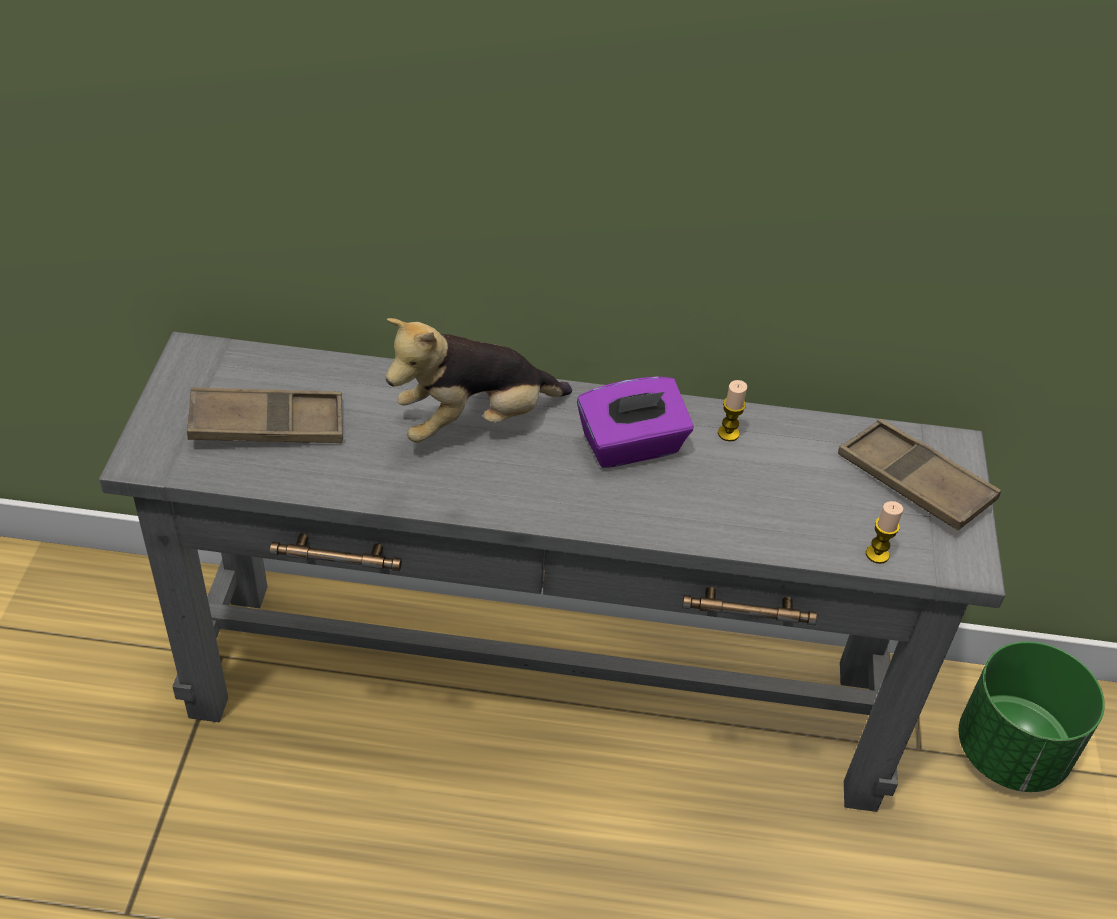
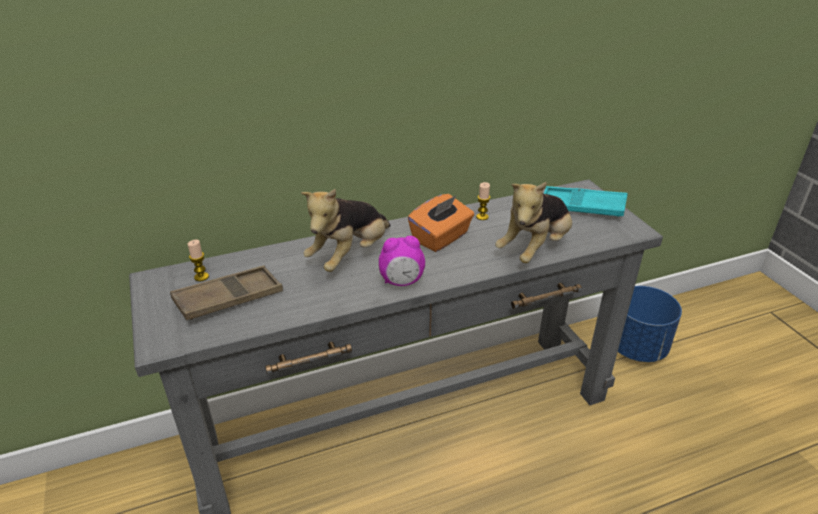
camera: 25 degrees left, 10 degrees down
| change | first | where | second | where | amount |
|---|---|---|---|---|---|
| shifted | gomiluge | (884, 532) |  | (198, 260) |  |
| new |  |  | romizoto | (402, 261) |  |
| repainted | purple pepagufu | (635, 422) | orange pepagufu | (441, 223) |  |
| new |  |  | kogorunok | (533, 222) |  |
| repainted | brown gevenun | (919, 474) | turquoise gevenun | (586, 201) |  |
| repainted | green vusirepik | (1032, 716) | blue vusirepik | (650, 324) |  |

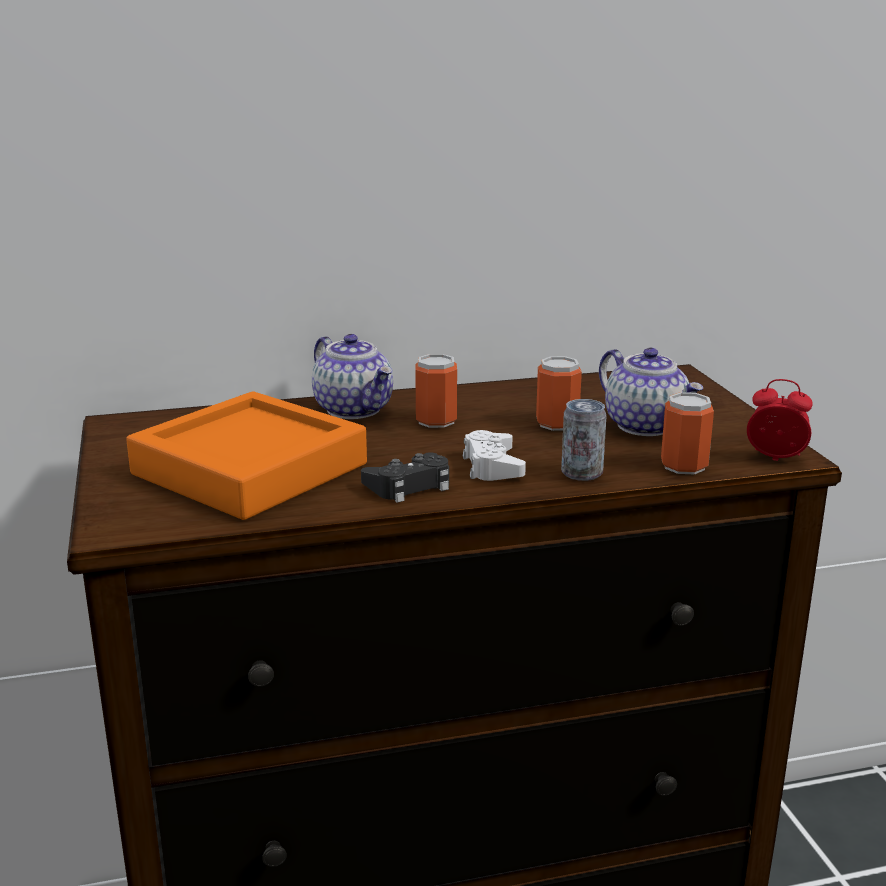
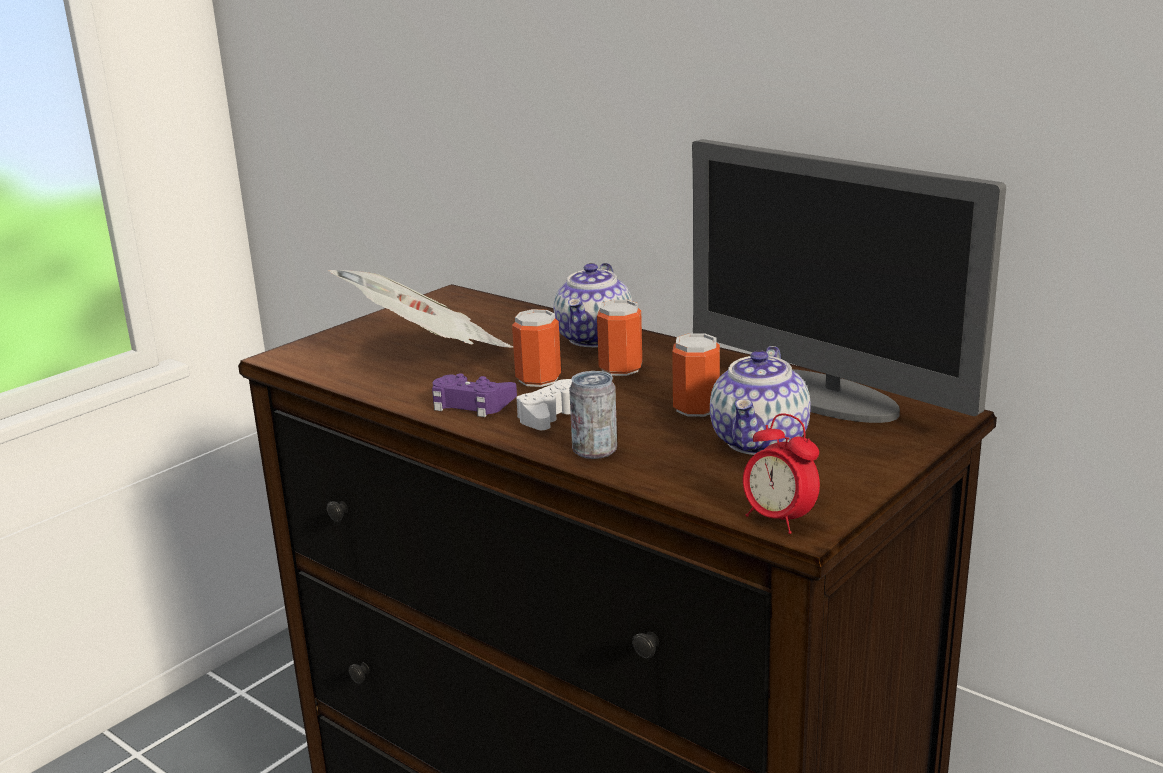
camera: 55 degrees right, 0 degrees up
| change | first | where | second | where | amount |
|---|---|---|---|---|---|
| swapped | orange gevenun | (246, 456) | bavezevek | (420, 309) |  |
| repainted | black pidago | (405, 477) | purple pidago | (474, 395) |  |
| shifted | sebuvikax | (687, 433) |  | (536, 348) |  |
| new |  |  | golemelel | (849, 281) |  |
| rotated | romizoto | (780, 420) |  | (781, 474) | 150 degrees clockwise |

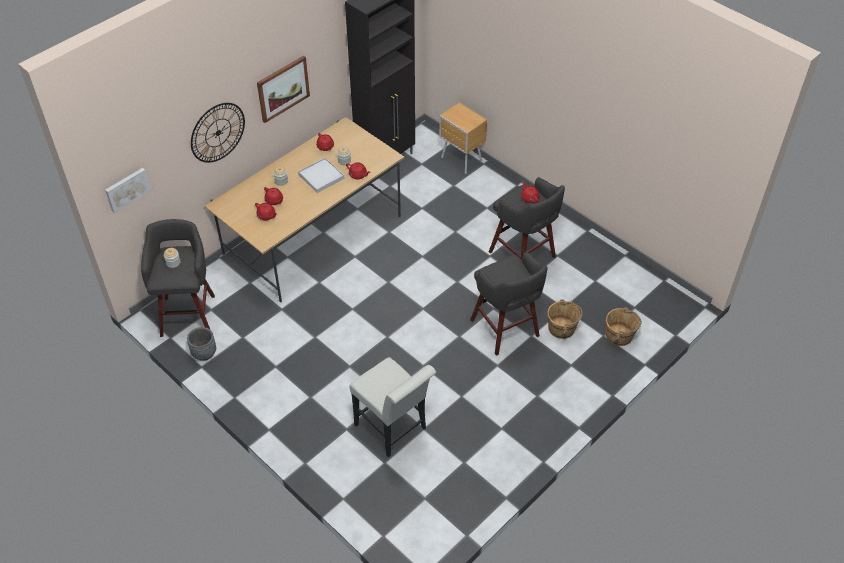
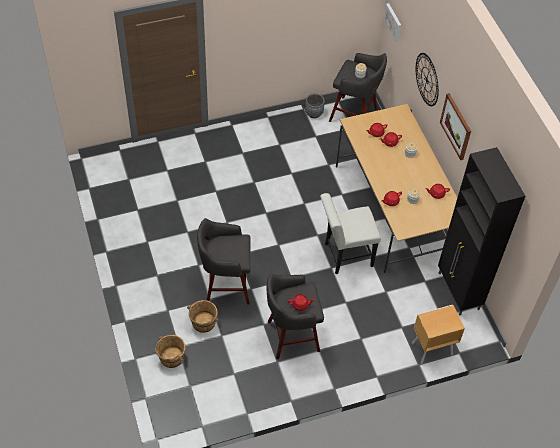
camera: 115 degrees right, 5 degrees up
| change | first | where | second | where | amount |
|---|---|---|---|---|---|
| shifted | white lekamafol | (393, 407) |  | (350, 233) |  |
| gone | white gevenun | (321, 175) |  |  |  |

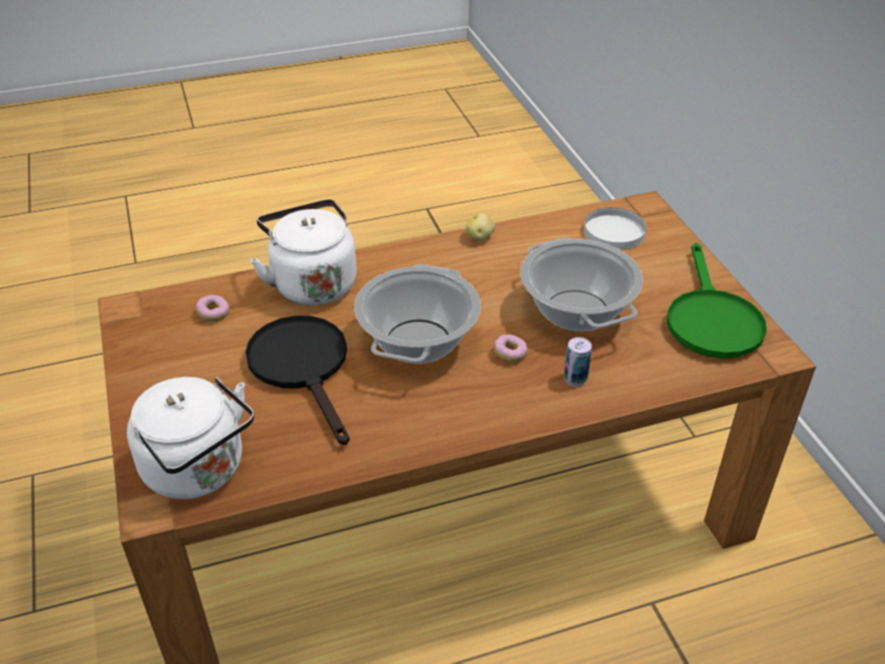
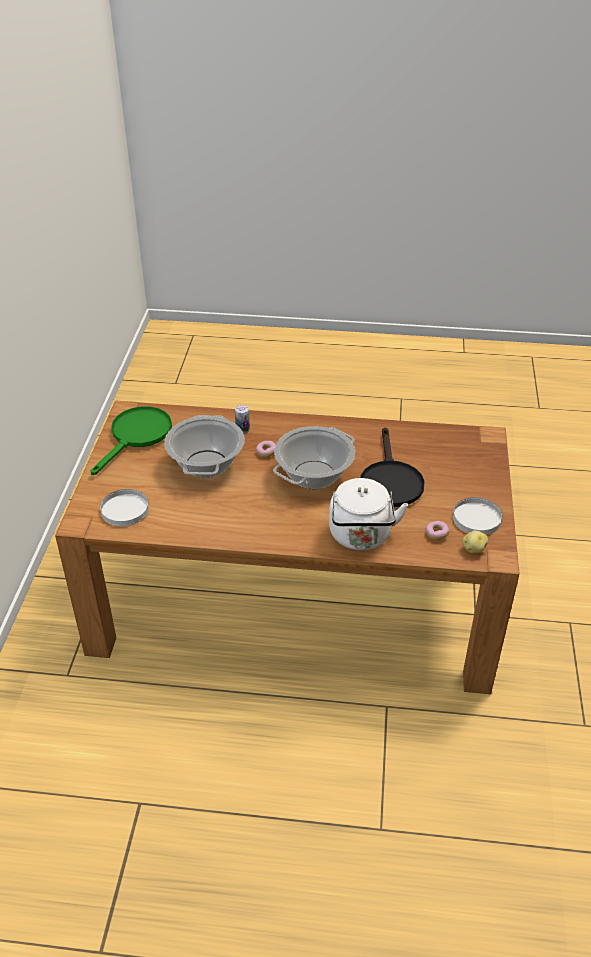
camera: 155 degrees left, 0 degrees up
| change | first | where | second | where | amount |
|---|---|---|---|---|---|
| new |  |  | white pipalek | (477, 516) |  |
| shifted | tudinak | (481, 227) |  | (475, 542) |  |
| gone | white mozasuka | (190, 438) |  |  |  |

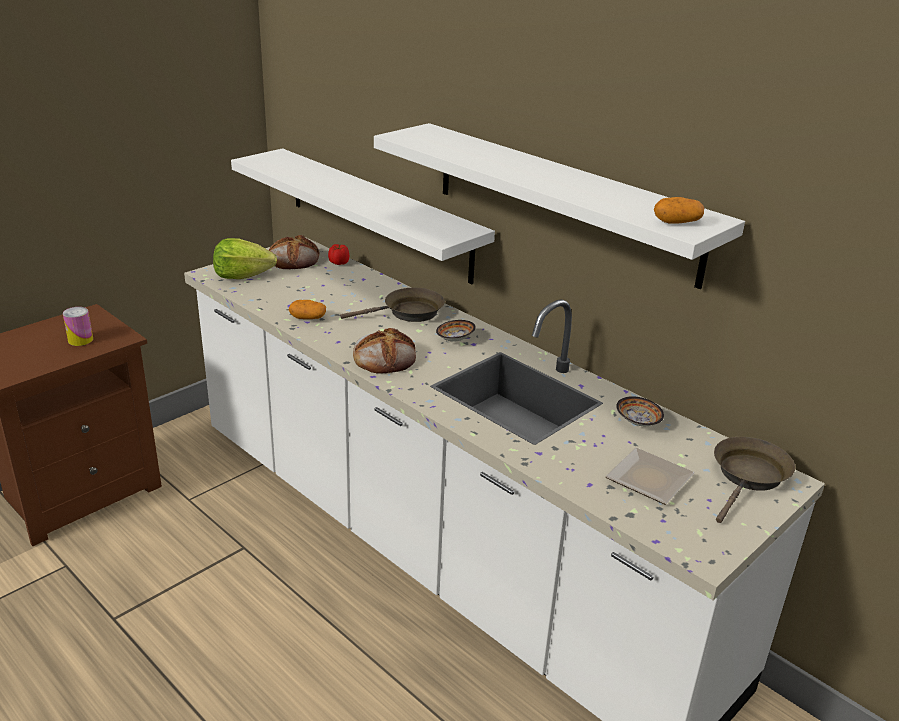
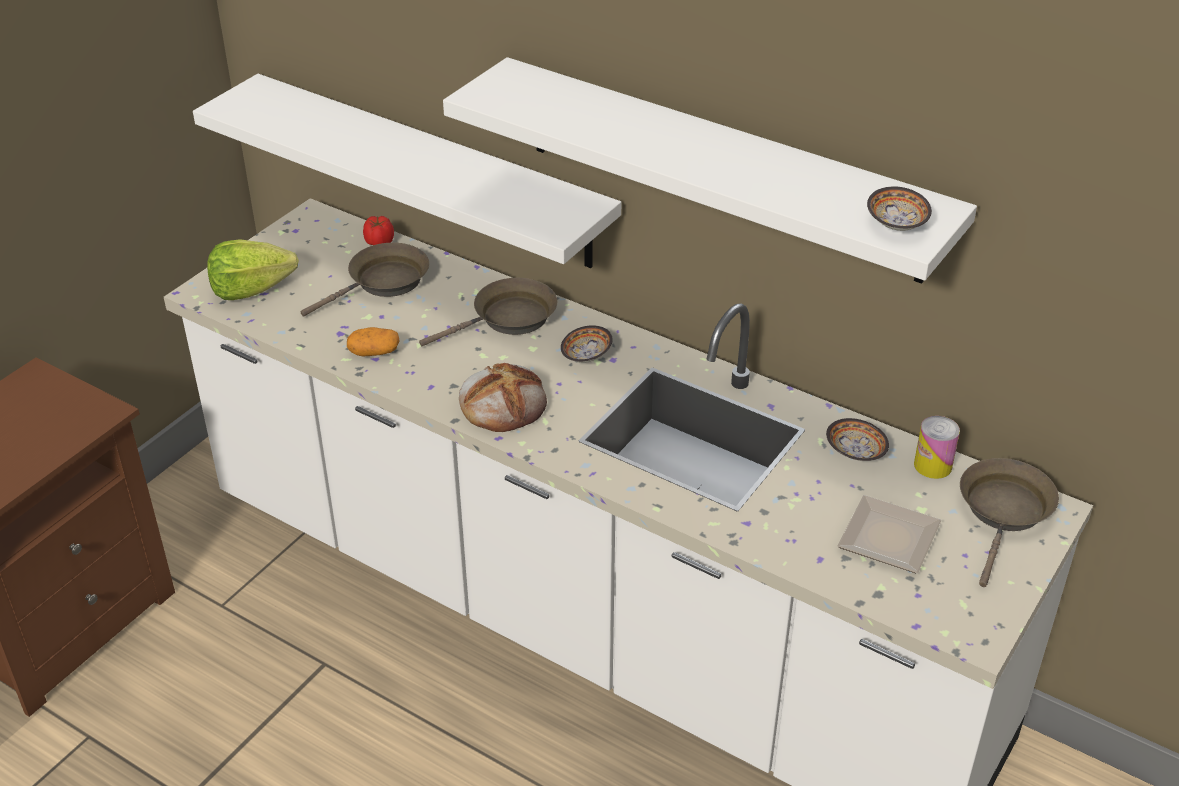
camera: 10 degrees left, 10 degrees up
| change | first | where | second | where | amount |
|---|---|---|---|---|---|
| new |  |  | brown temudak | (365, 279) |  |
| swapped | tudinak | (679, 210) | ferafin | (899, 209) |  |
| shifted | sebuvikax | (78, 326) |  | (937, 447) |  |
| gone | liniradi | (294, 252) |  |  |  |

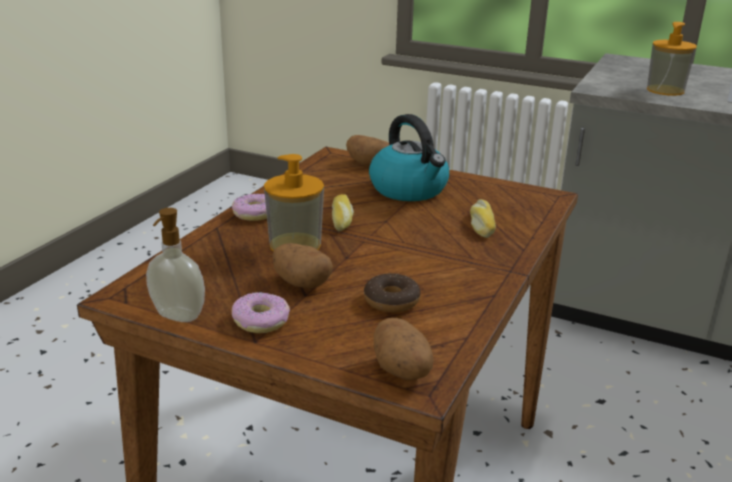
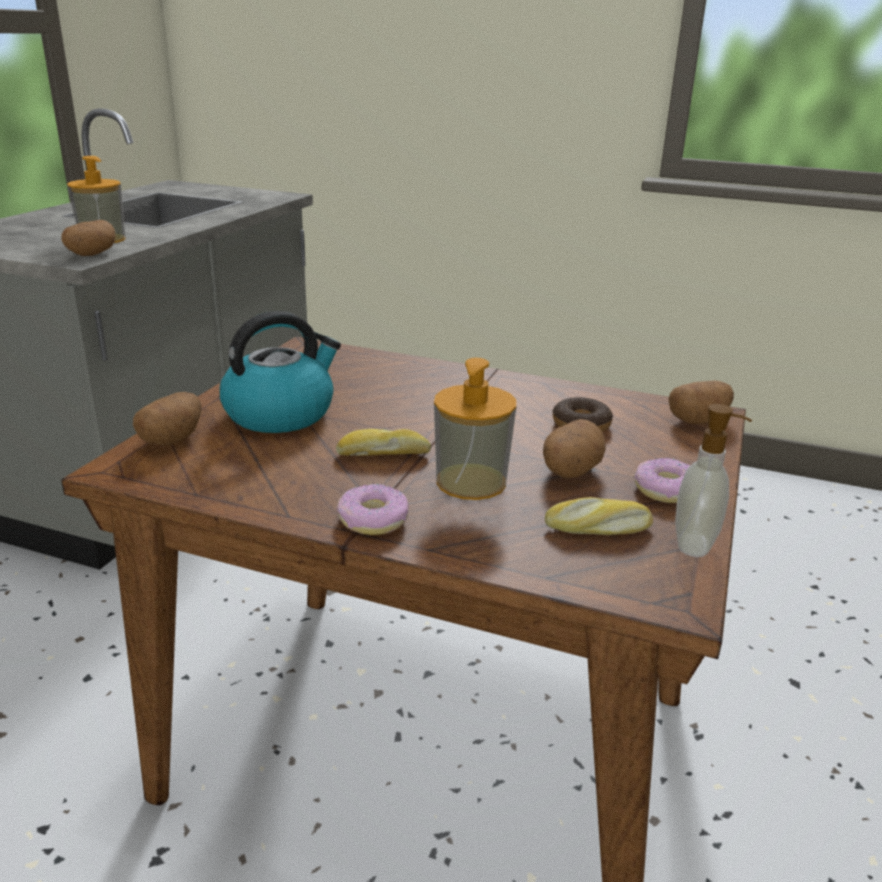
camera: 95 degrees left, 0 degrees up
| change | first | where | second | where | amount |
|---|---|---|---|---|---|
| new |  |  | tudinak | (88, 238) |  |
| shifted | liniradi | (483, 218) |  | (599, 516) |  |

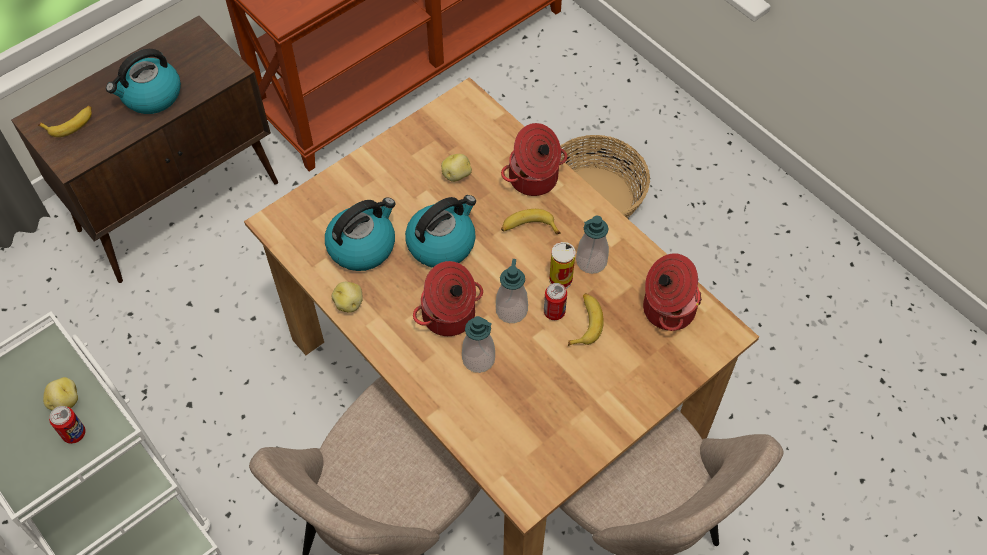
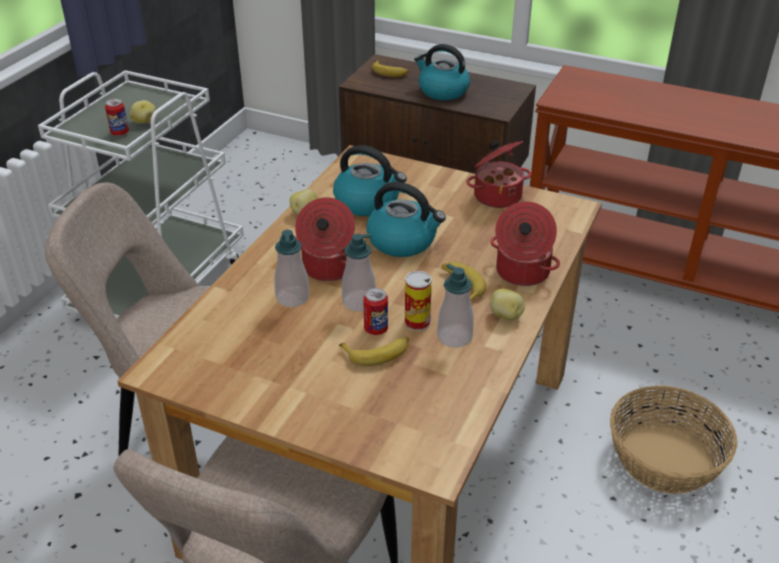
camera: 65 degrees right, 20 degrees down
| change | first | where | second | where | amount |
|---|---|---|---|---|---|
| shifted | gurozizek | (672, 292) |  | (499, 174) |  |
| shifted | tudinak | (456, 168) |  | (507, 304) |  |

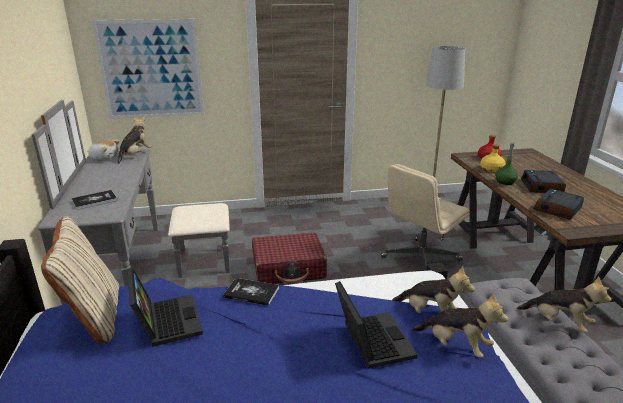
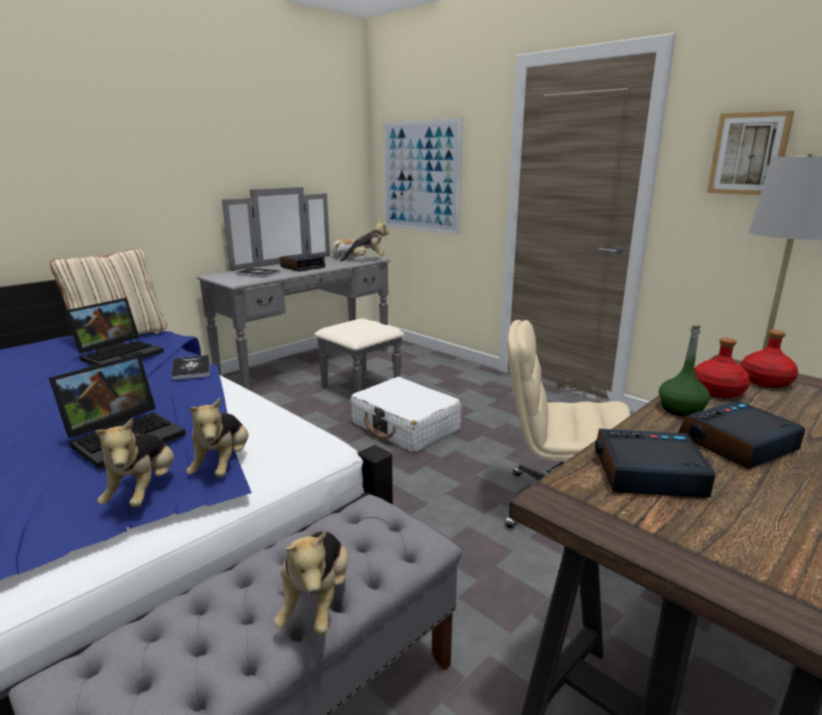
camera: 55 degrees right, 5 degrees down
| change | first | where | second | where | amount |
|---|---|---|---|---|---|
| new |  |  | romizoto | (302, 262) |  |
| repainted | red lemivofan | (289, 258) | white lemivofan | (406, 415) |  |
| repainted | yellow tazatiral | (493, 158) | red tazatiral | (722, 367) |  |
| new |  |  | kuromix | (750, 153) |  |

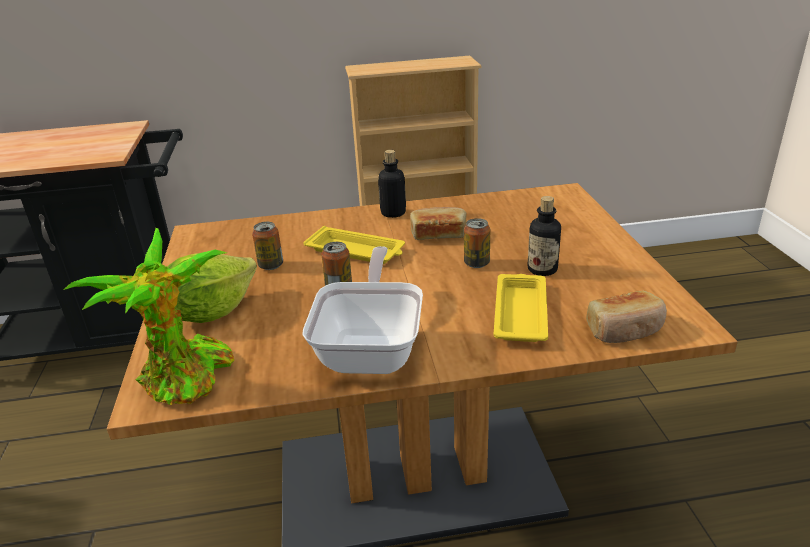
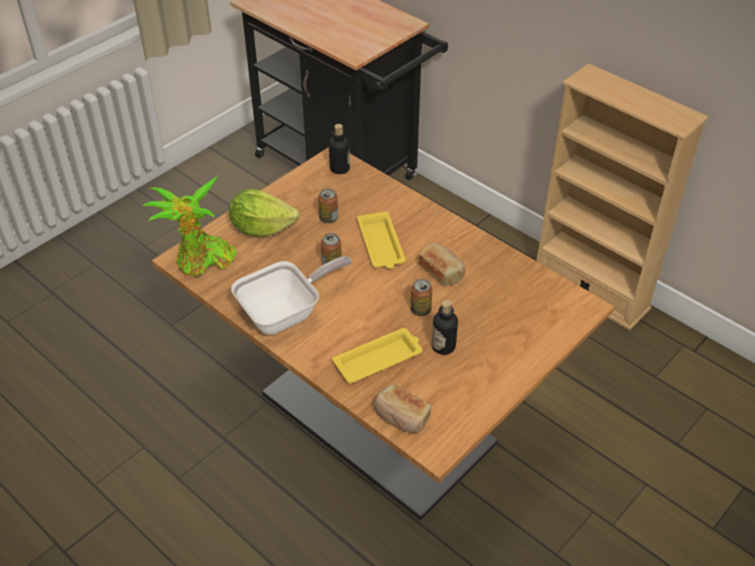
camera: 50 degrees right, 15 degrees up
| change | first | where | second | where | amount |
|---|---|---|---|---|---|
| shifted | tazatiral | (392, 184) |  | (339, 149) |  |

